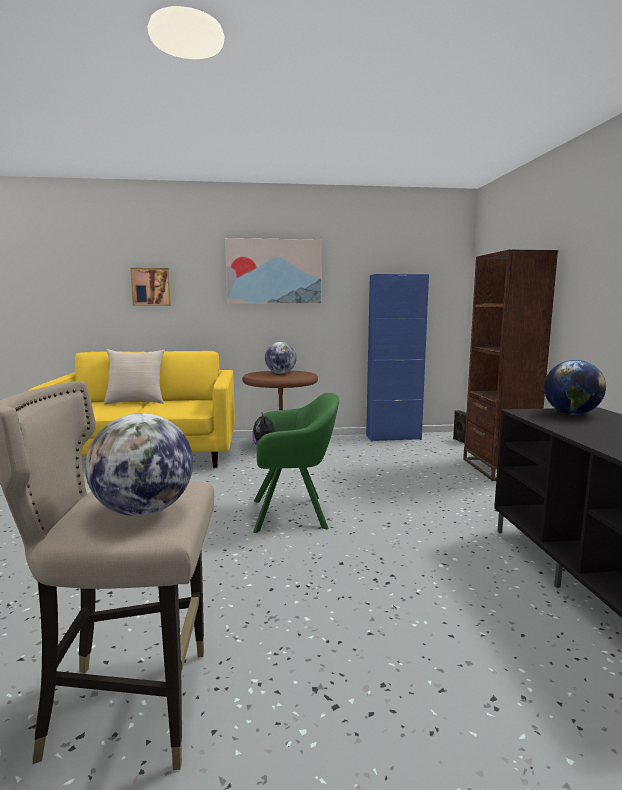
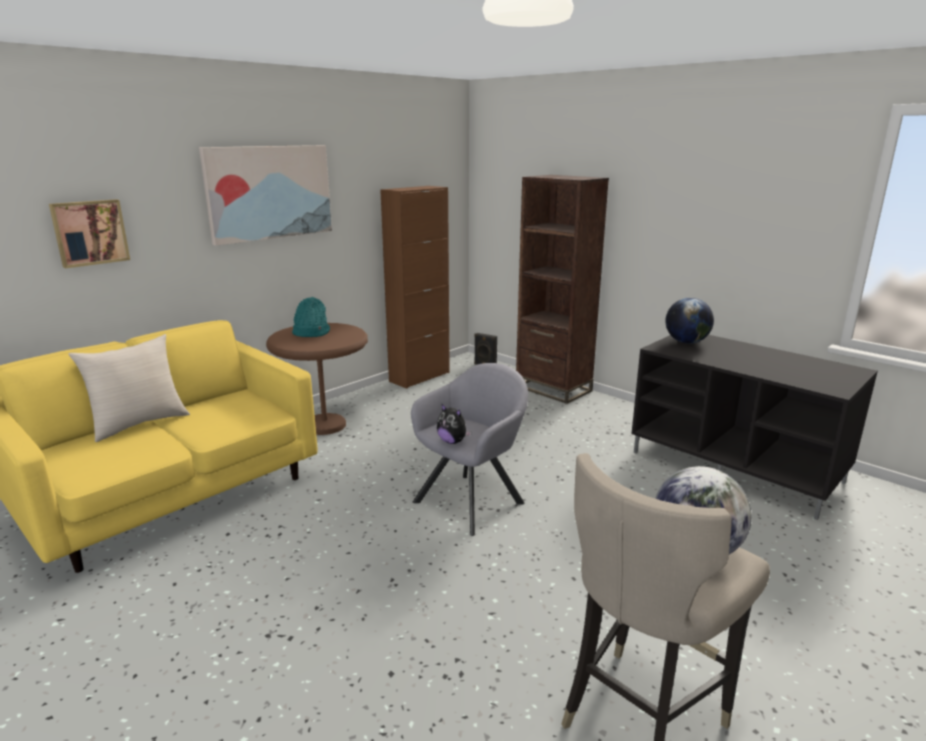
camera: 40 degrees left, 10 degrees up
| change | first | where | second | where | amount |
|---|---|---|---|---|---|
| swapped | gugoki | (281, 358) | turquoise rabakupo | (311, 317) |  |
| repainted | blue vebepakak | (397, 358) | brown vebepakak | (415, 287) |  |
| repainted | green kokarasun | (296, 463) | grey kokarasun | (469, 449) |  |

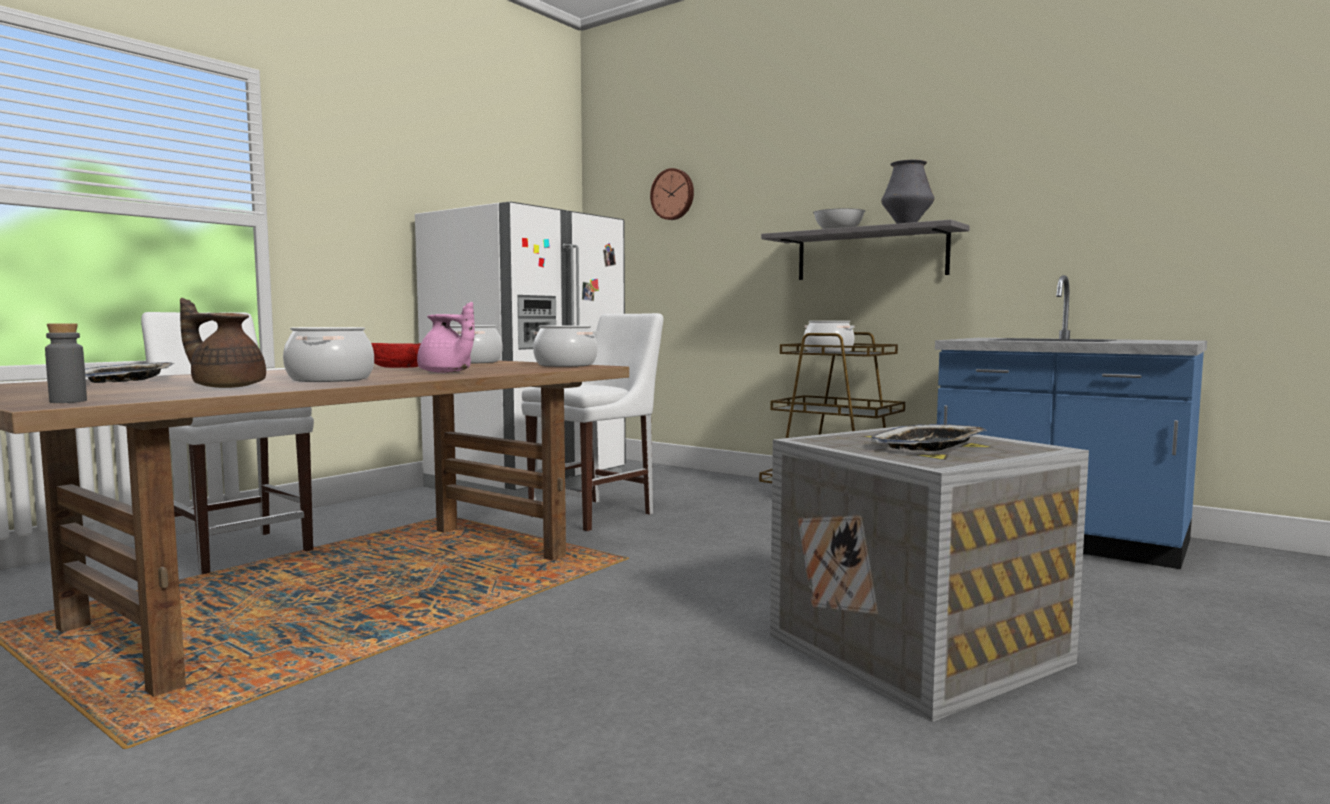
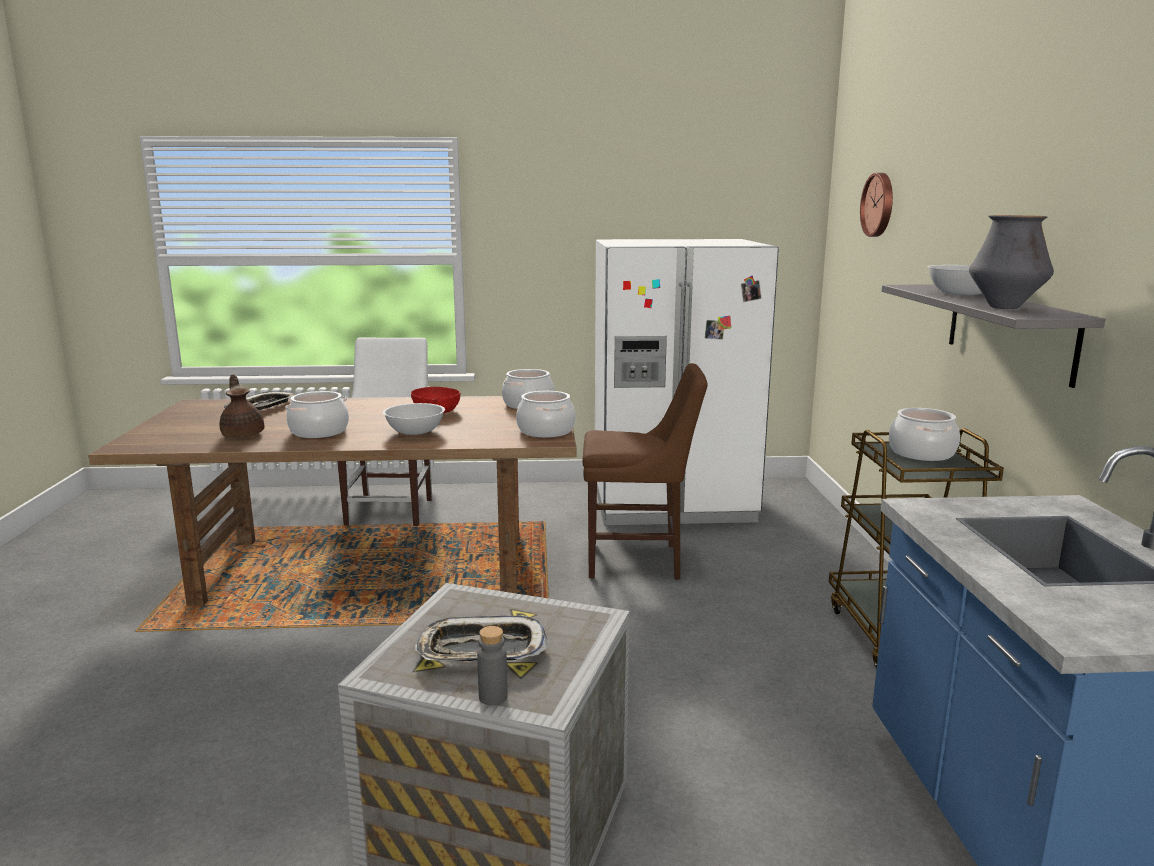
camera: 50 degrees right, 10 degrees up
| change | first | where | second | where | amount |
|---|---|---|---|---|---|
| swapped | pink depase | (446, 337) | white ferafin | (414, 419) |  |
| shifted | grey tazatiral | (66, 363) |  | (492, 665) |  |
| repainted | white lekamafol | (592, 422) | brown lekamafol | (645, 471) |  |

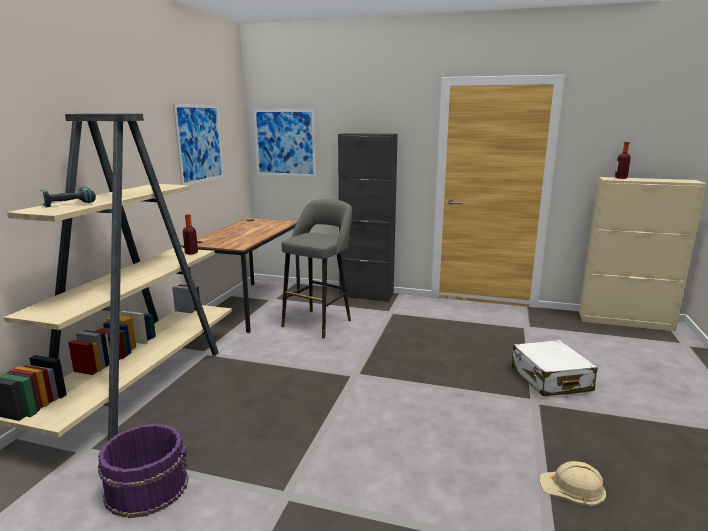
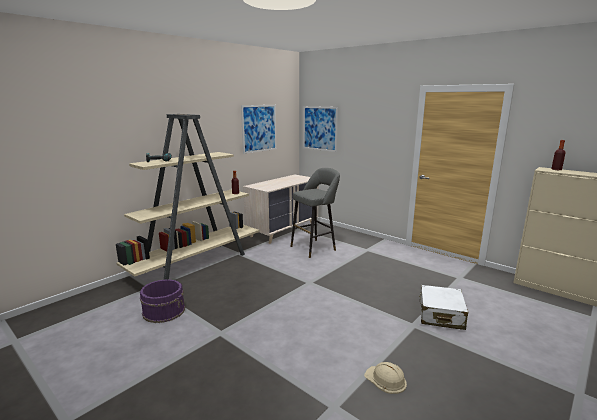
camera: 25 degrees right, 0 degrees up
| change | first | where | second | where | amount |
|---|---|---|---|---|---|
| swapped | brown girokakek | (240, 275) | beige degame | (281, 209) |  |
| gone | black vebepakak | (368, 217) |  |  |  |

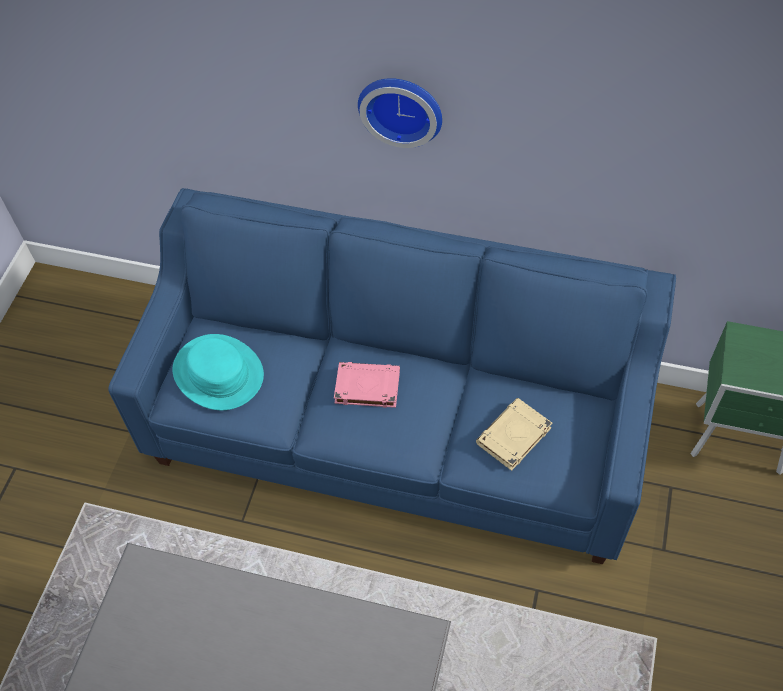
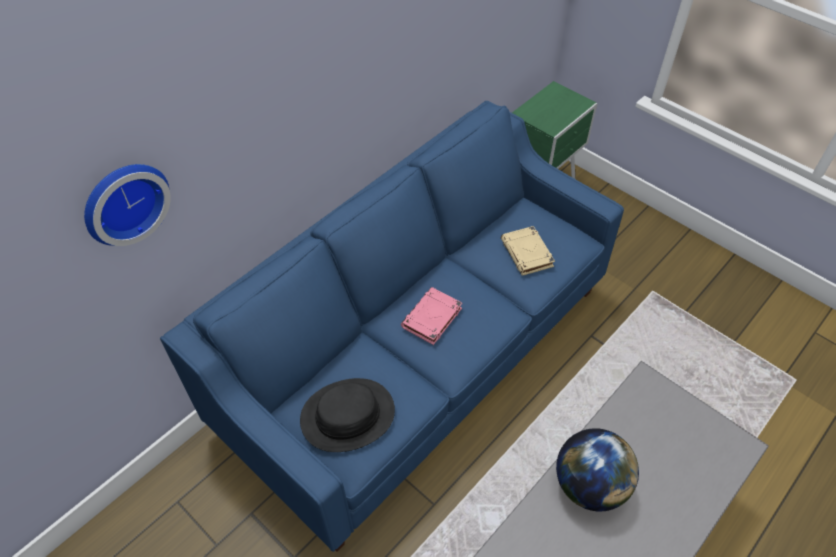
camera: 65 degrees left, 5 degrees down
| change | first | where | second | where | amount |
|---|---|---|---|---|---|
| shifted | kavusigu | (400, 113) |  | (127, 205) |  |
| repainted | turquoise rabakupo | (218, 372) | black rabakupo | (347, 415) |  |
| new |  |  | gugoki | (597, 470) |  |

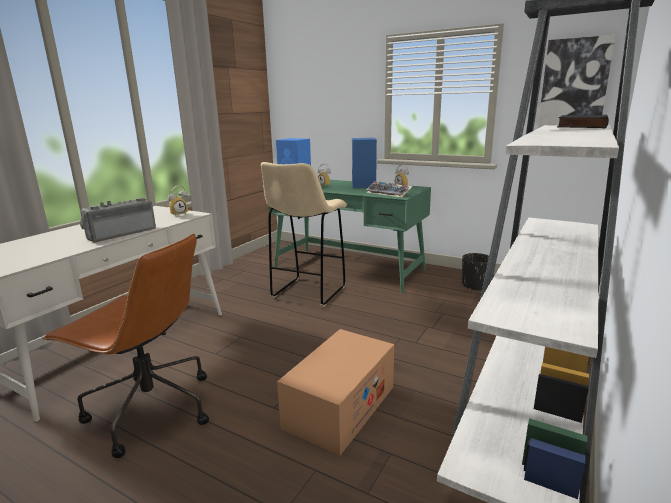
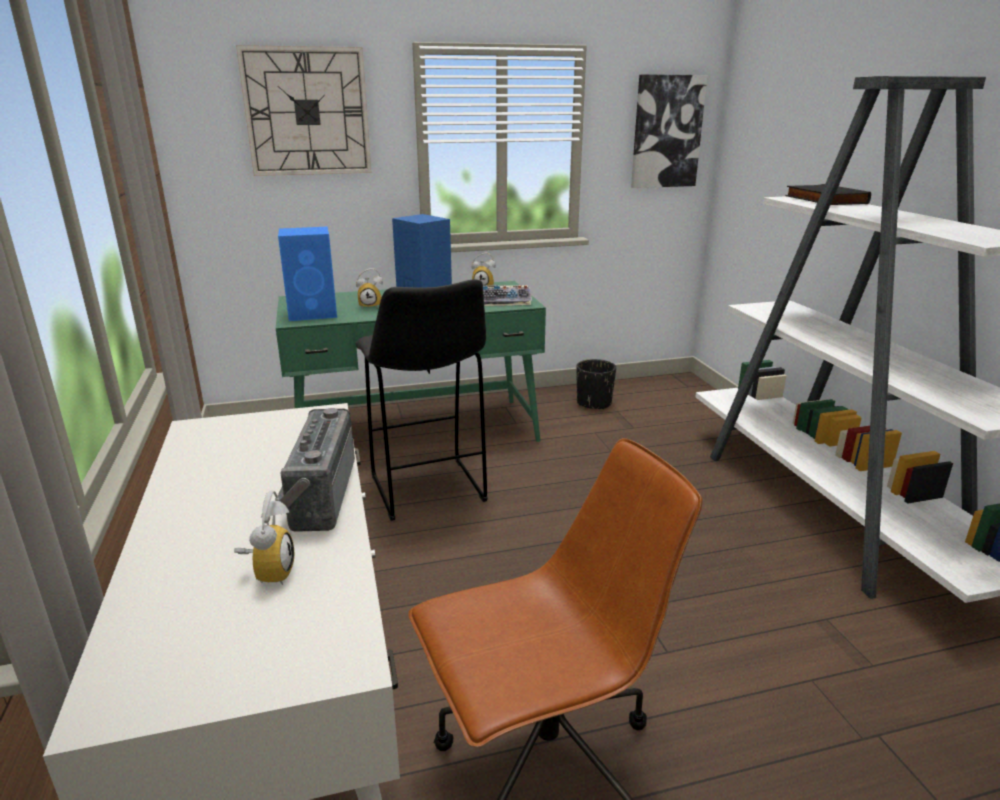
camera: 45 degrees left, 5 degrees up
| change | first | where | second | where | amount |
|---|---|---|---|---|---|
| shifted | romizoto | (178, 200) |  | (264, 538) |  |
| new |  |  | kavusigu | (304, 110) |  |
| repainted | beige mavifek | (304, 235) | black mavifek | (421, 400) |  |
| gone | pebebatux | (335, 392) |  |  |  |

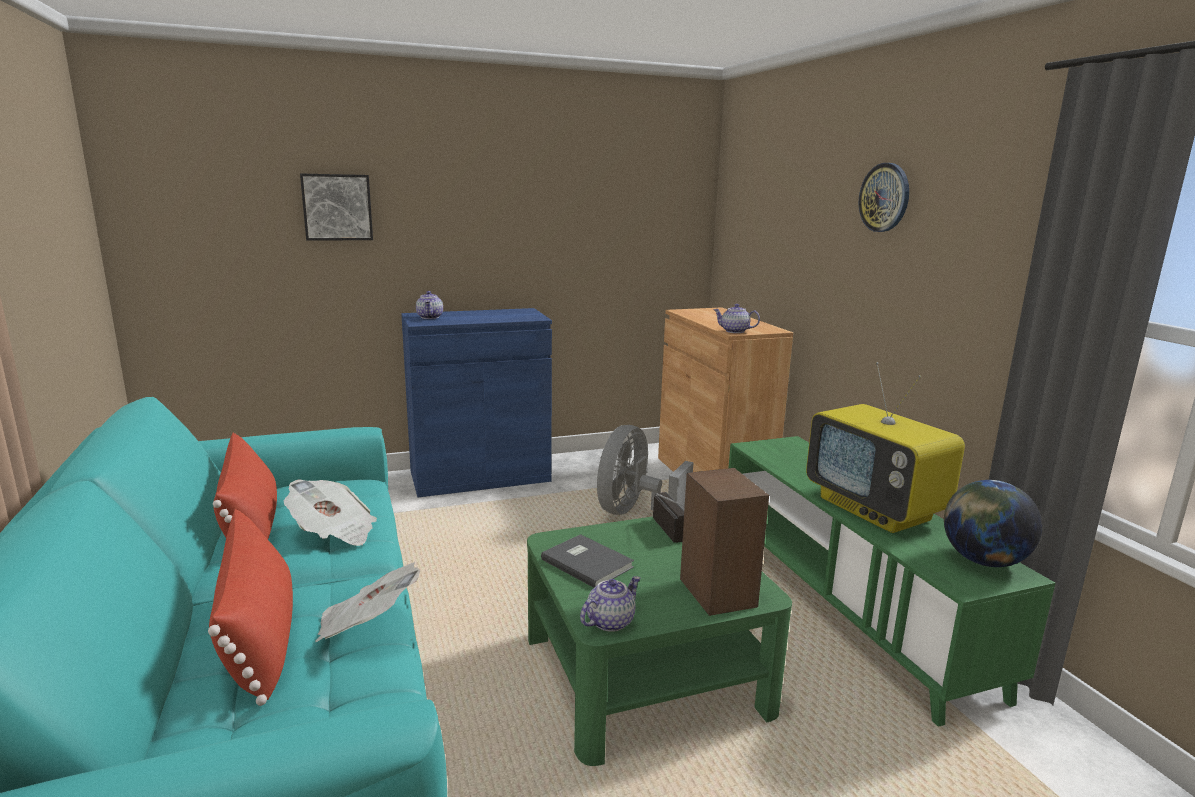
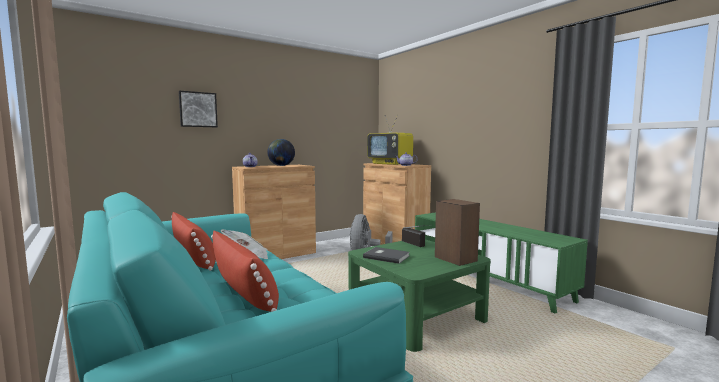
camera: 15 degrees left, 10 degrees down
| change | first | where | second | where | amount |
|---|---|---|---|---|---|
| repainted | blue vebepakak | (476, 402) | brown vebepakak | (274, 212) |  |
| shifted | gugoki | (993, 523) |  | (281, 152) |  |
| shifted | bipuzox | (885, 447) |  | (390, 140) |  |
| gone | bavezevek | (367, 602) |  |  |  |
| gone | depase | (610, 604) |  |  |  |
| gone | kavusigu | (884, 197) |  |  |  |

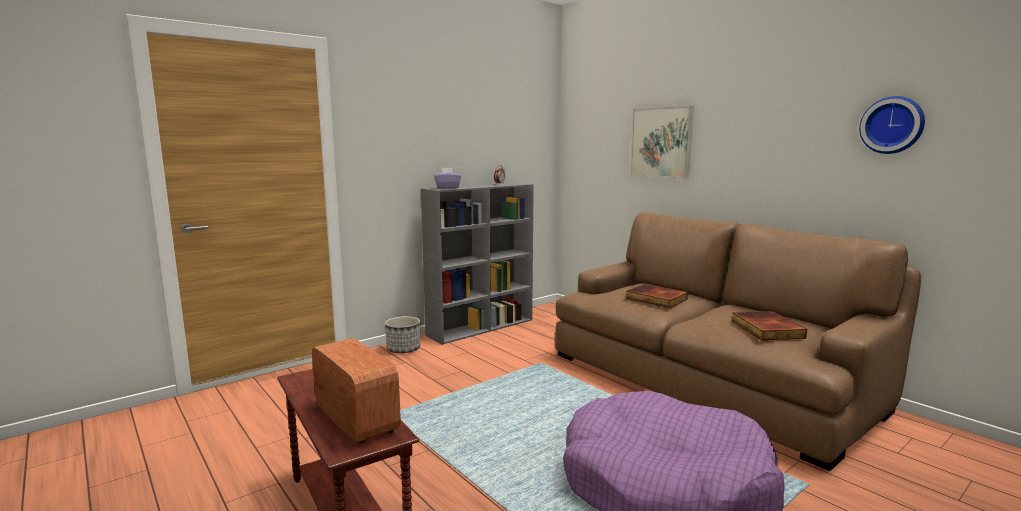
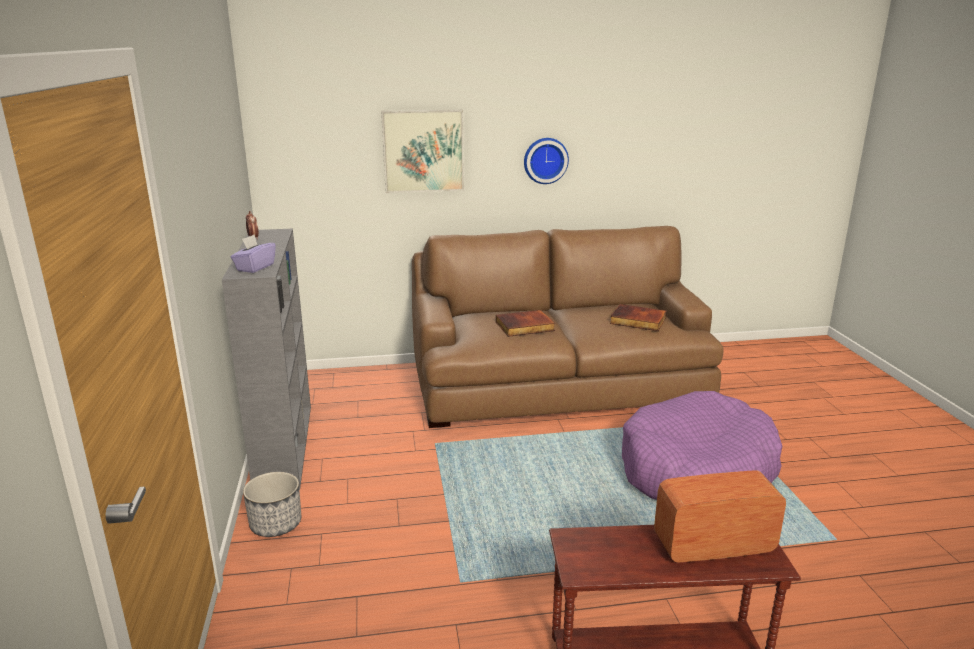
camera: 60 degrees left, 10 degrees up
| change | first | where | second | where | amount |
|---|---|---|---|---|---|
| shifted | kavusigu | (892, 125) |  | (546, 161) |  |

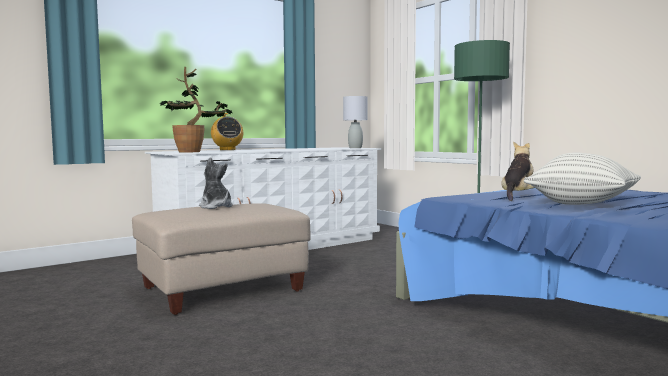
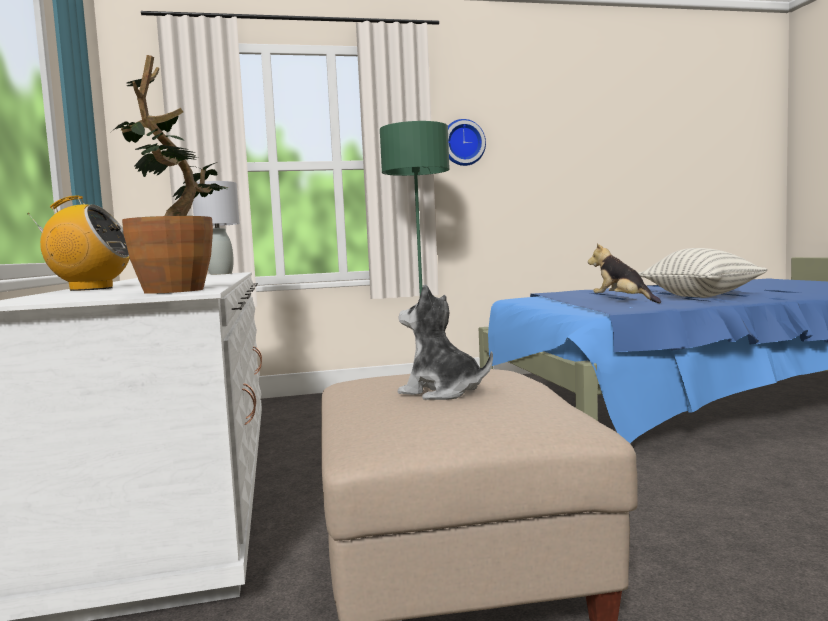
camera: 65 degrees left, 0 degrees up
| change | first | where | second | where | amount |
|---|---|---|---|---|---|
| rotated | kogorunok | (216, 183) |  | (445, 342) | 45 degrees clockwise |
| new |  |  | kavusigu | (467, 142) |  |

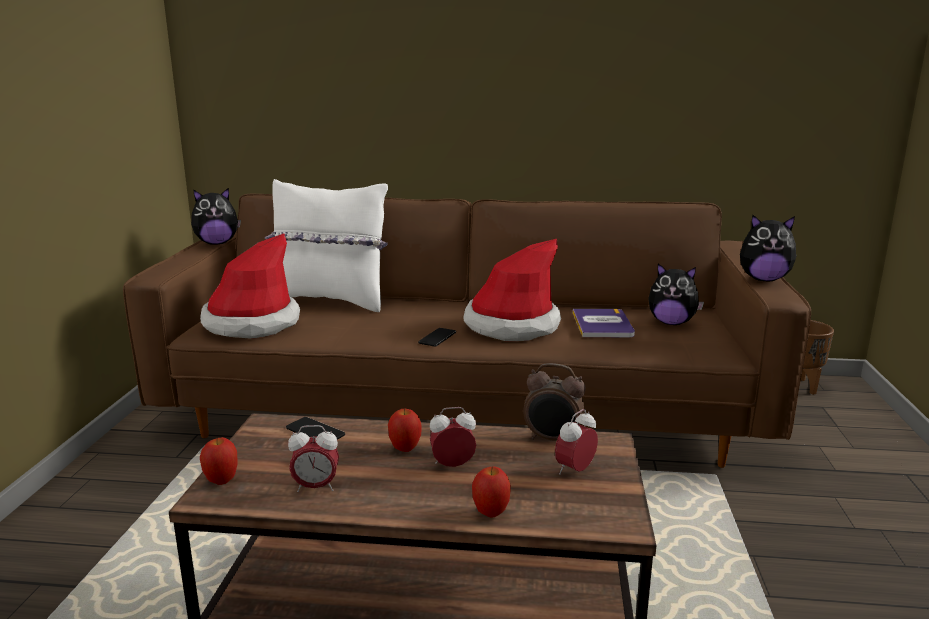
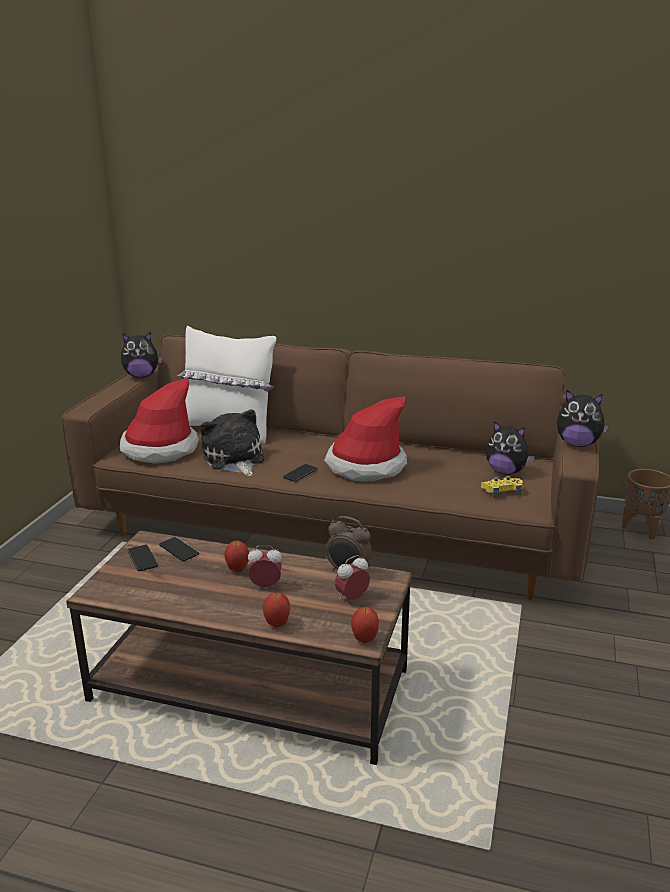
camera: 10 degrees right, 5 degrees up
| change | first | where | second | where | amount |
|---|---|---|---|---|---|
| new |  |  | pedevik | (142, 558) |  |
| new |  |  | kogorunok | (232, 442) |  |
| shifted | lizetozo | (219, 461) |  | (365, 625) |  |
| new |  |  | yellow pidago | (502, 487) |  |
| gone | romizoto | (313, 458) |  |  |  |
| gone | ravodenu | (604, 323) |  |  |  |

